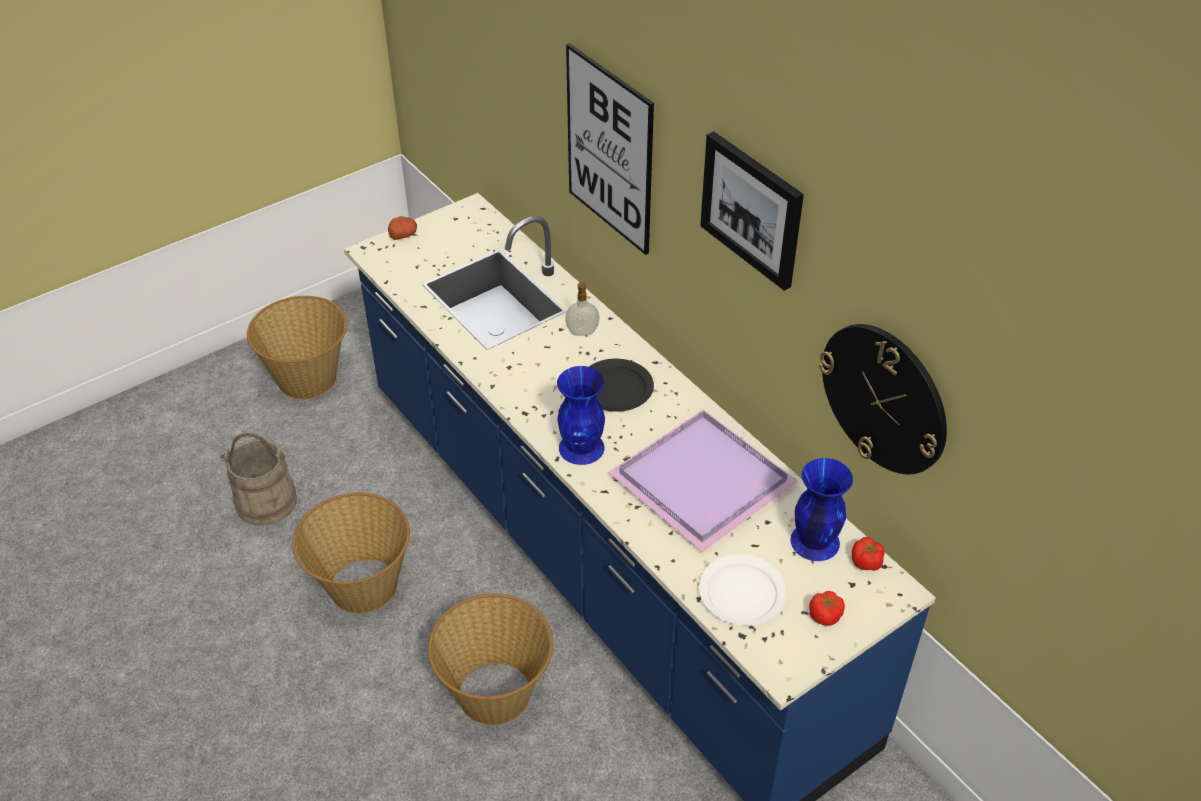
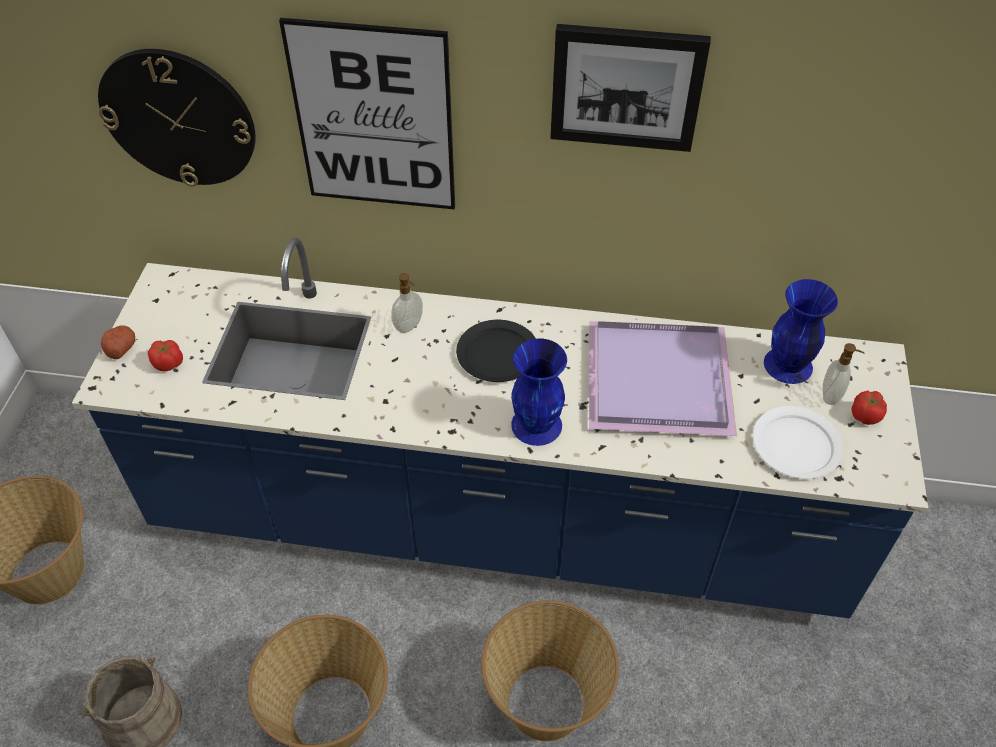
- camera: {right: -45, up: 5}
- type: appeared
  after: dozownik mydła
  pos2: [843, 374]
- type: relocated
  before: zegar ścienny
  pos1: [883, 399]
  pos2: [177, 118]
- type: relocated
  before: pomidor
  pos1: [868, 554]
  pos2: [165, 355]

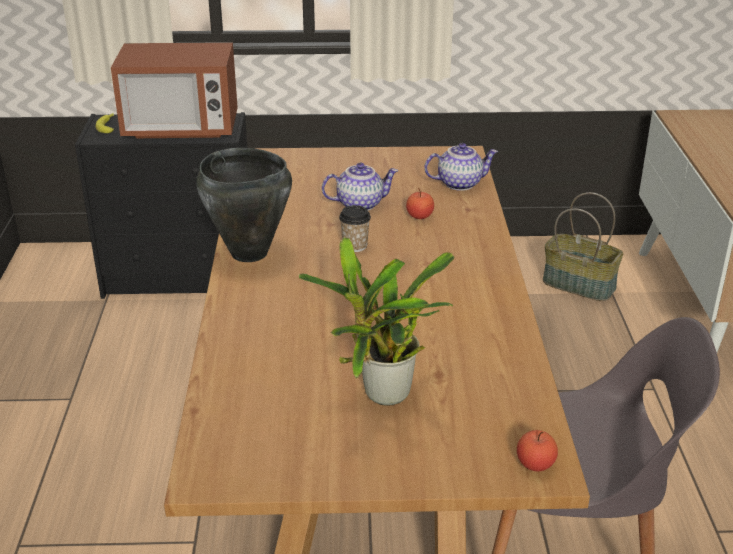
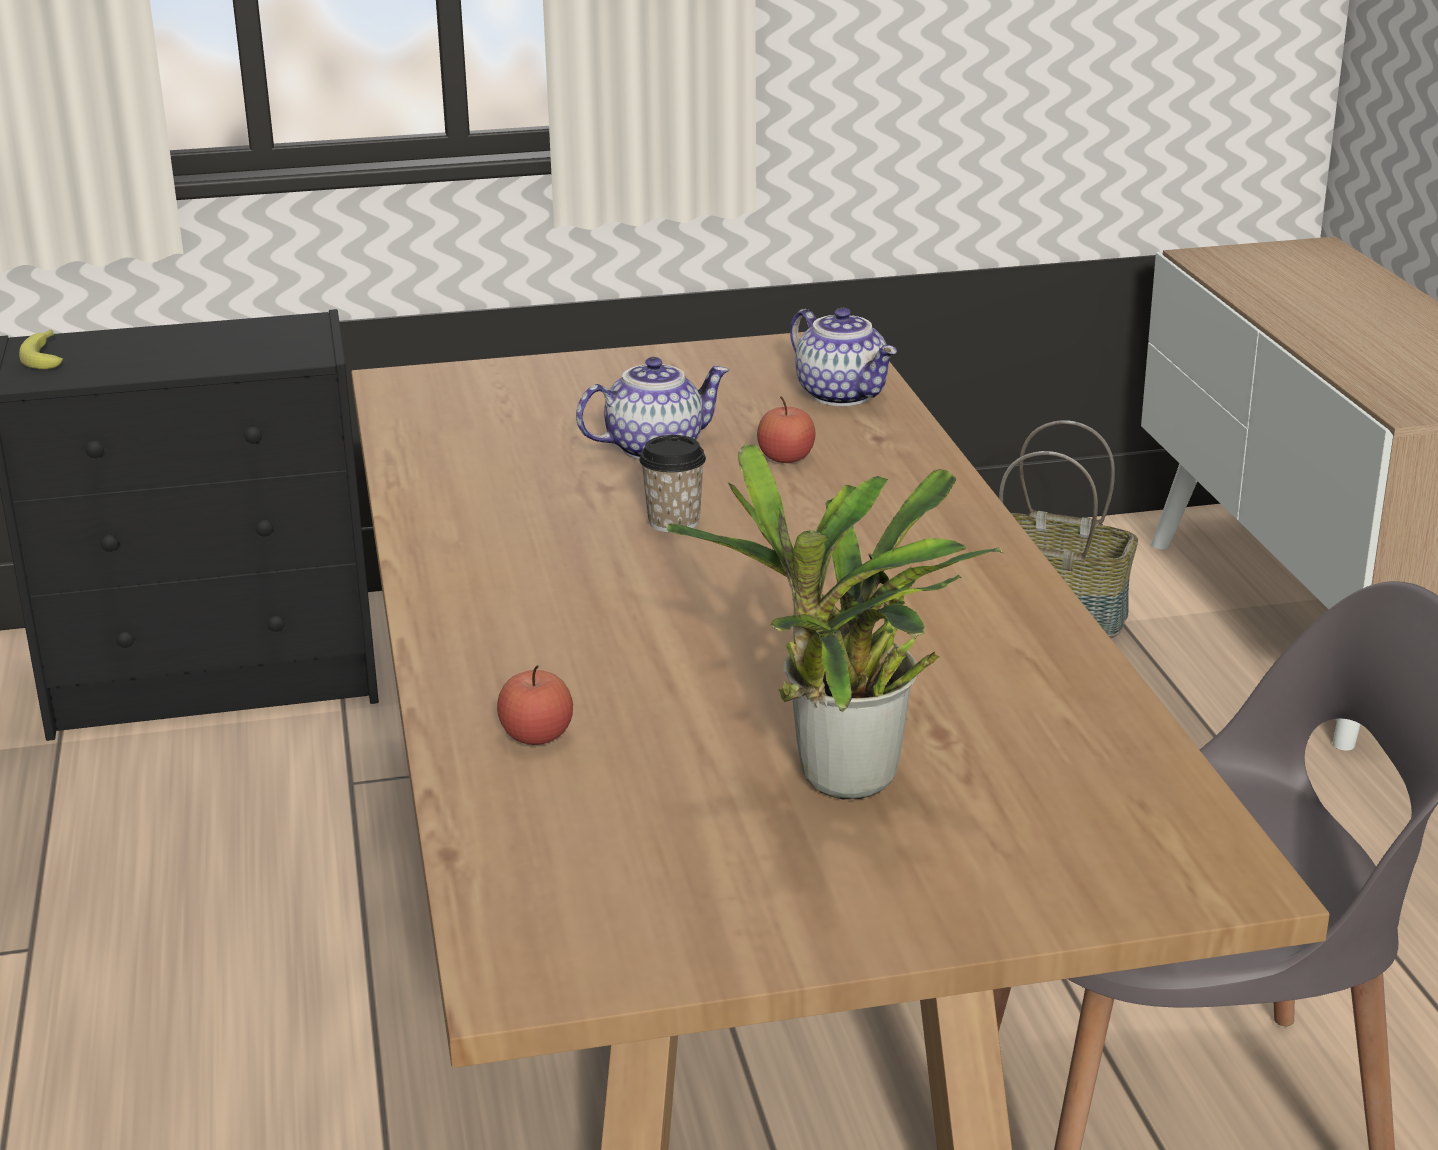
- camera: {right: -10, up: -5}
- type: missing
  before: mikrofalówka
  pos1: [174, 90]
- type: missing
  before: garnek (czarny)
  pos1: [244, 205]
- type: relocated
  before: jabłko
  pos1: [537, 450]
  pos2: [535, 705]
- type: spun
  before: imbryk
  pos1: [461, 167]
  pos2: [843, 357]
  turn: 75

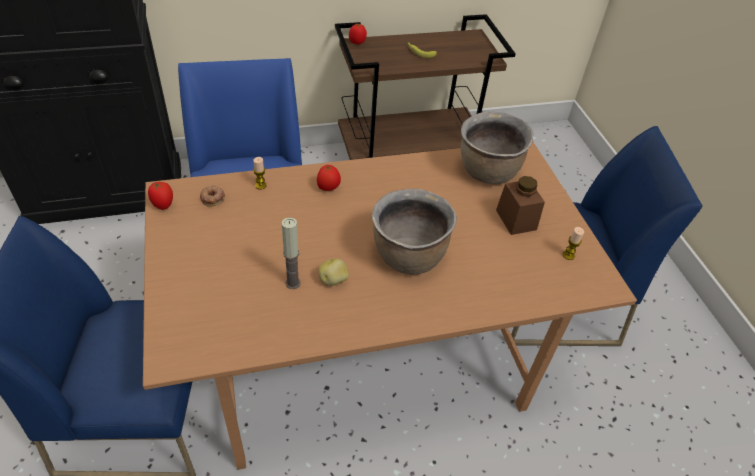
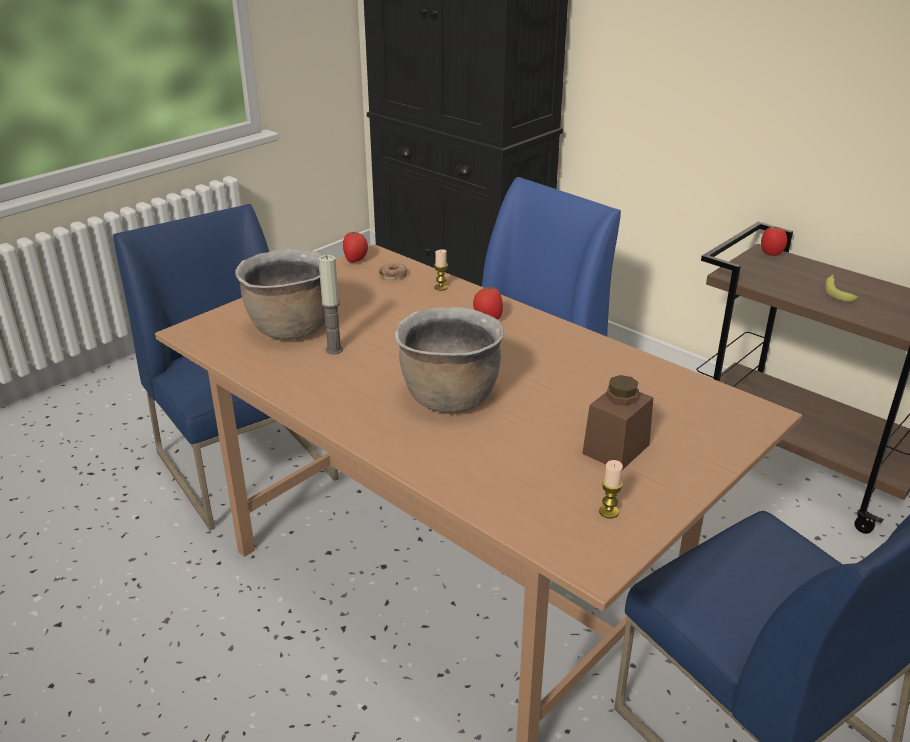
- camera: {right: 60, up: -15}
- type: missing
  before: ziemniak
  pos1: [334, 272]
- type: relocated
  before: garnek (brązowy)
  pos1: [497, 148]
  pos2: [280, 294]

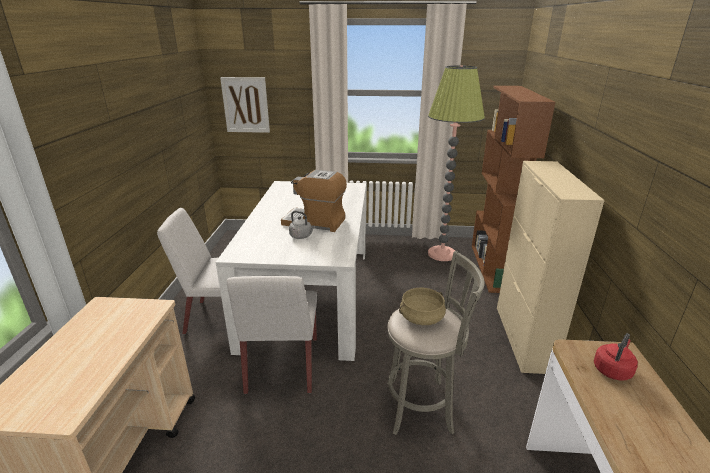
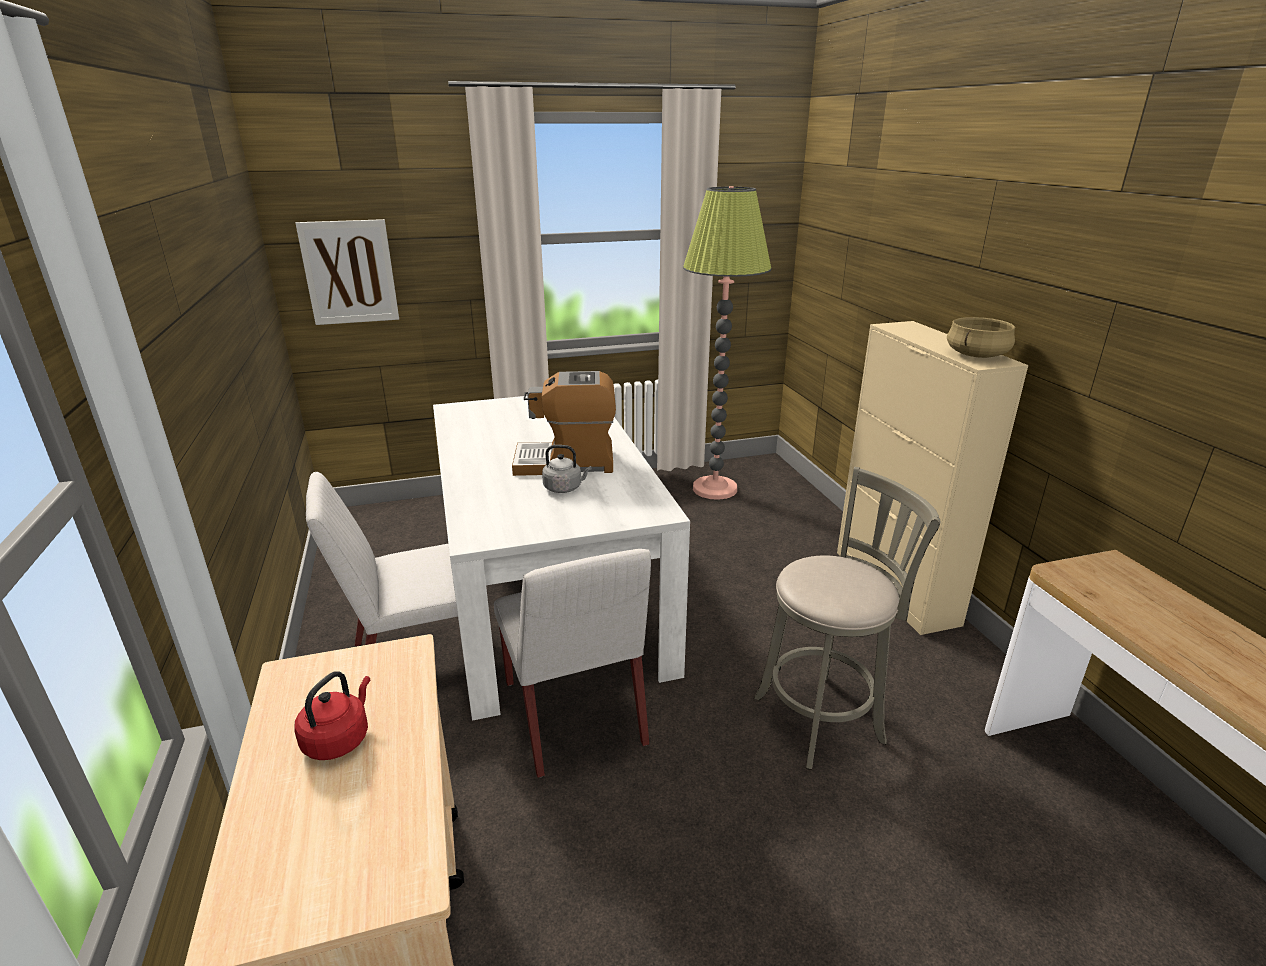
- camera: {right: -20, up: 0}
- type: missing
  before: regał (brązowy)
  pos1: [513, 189]
- type: relocated
  before: garnek (beżowy)
  pos1: [422, 306]
  pos2: [981, 337]
- type: relocated
  before: czajnik (czerwony)
  pos1: [616, 356]
  pos2: [332, 715]

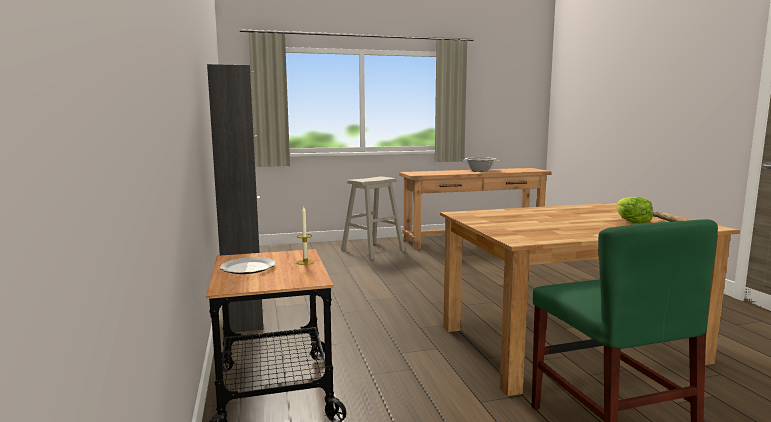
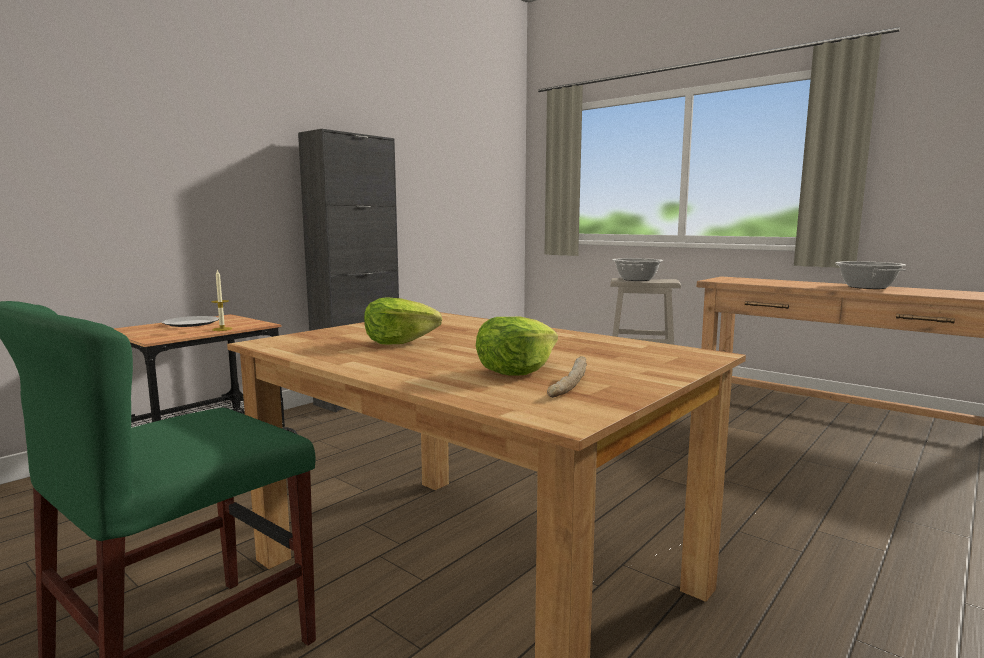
- camera: {right: 55, up: 0}
- type: appeared
  after: sałata
  pos2: [403, 321]
- type: appeared
  after: garnek
  pos2: [638, 269]

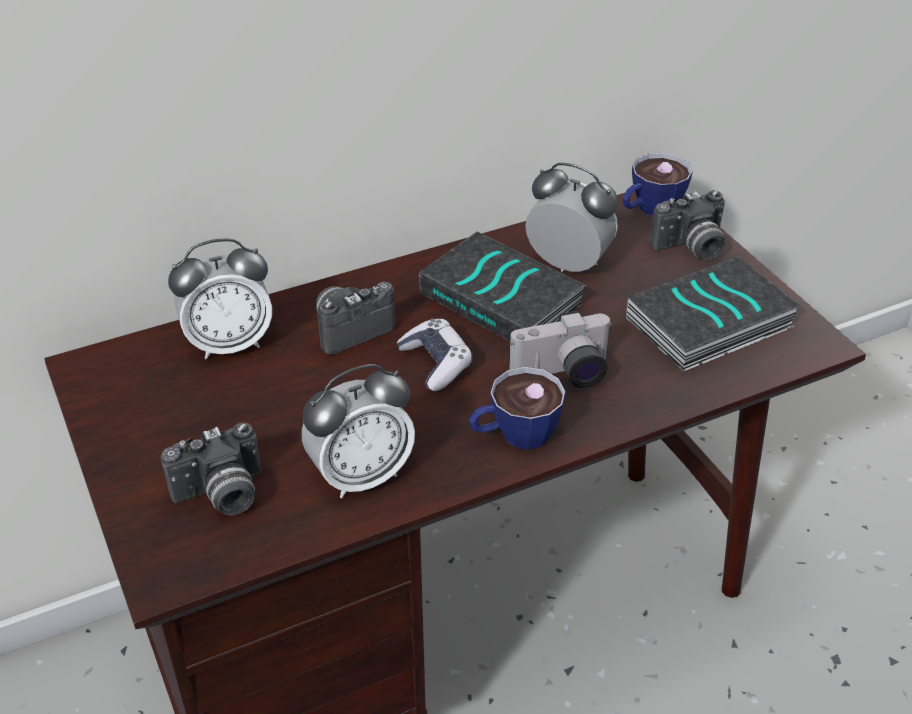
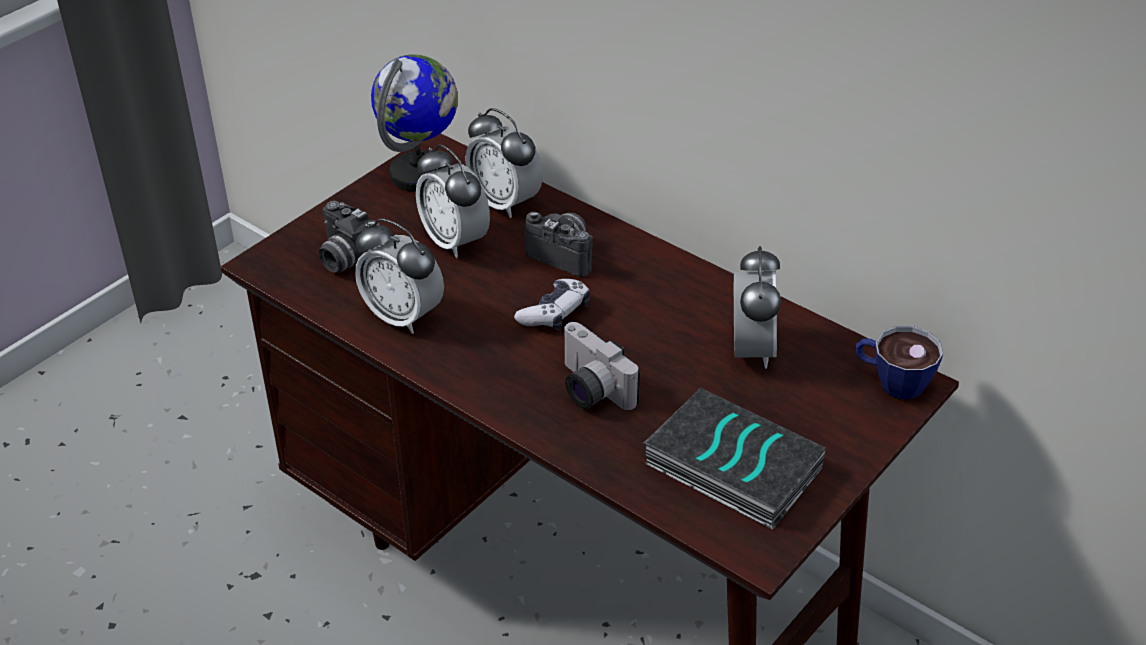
- camera: {right: 65, up: 0}
- type: missing
  before: książka
  pos1: [502, 286]
- type: missing
  before: filiżanka
  pos1: [517, 408]
- type: missing
  before: aparat fotograficzny
  pos1: [687, 225]
- type: appeared
  after: globus
  pos2: [414, 123]
- type: appeared
  after: budzik
  pos2: [453, 201]

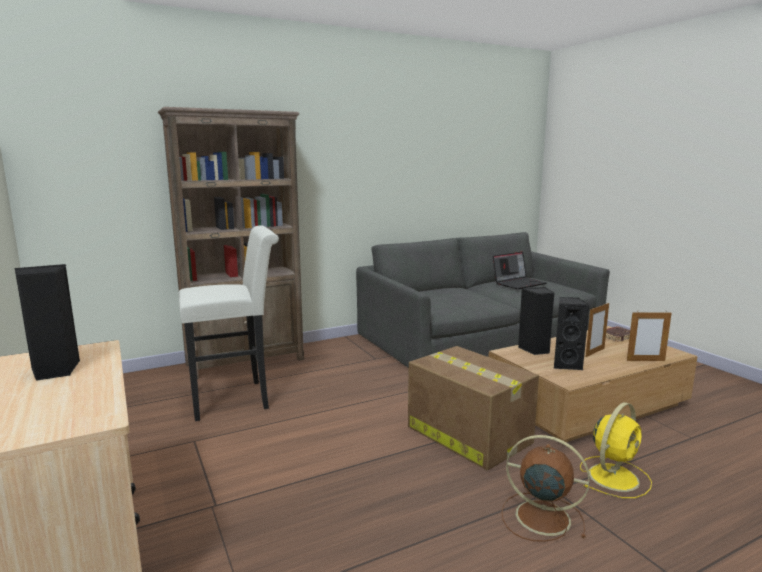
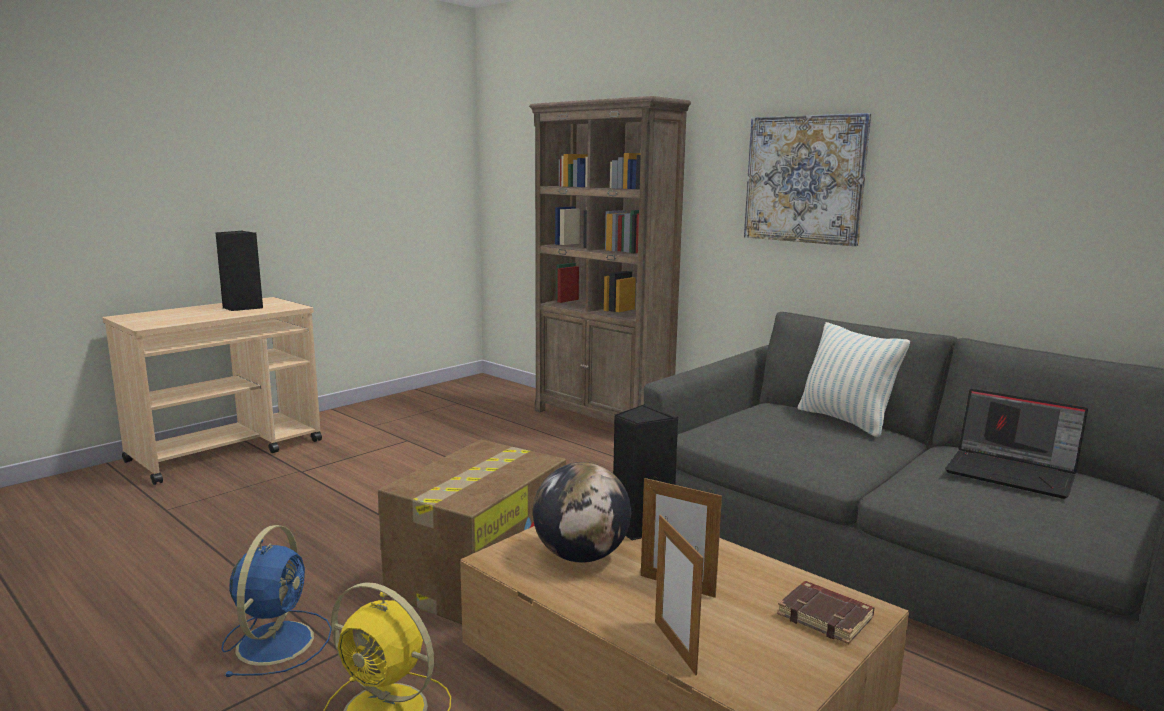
- camera: {right: 70, up: 0}
- type: missing
  before: stołek (biały)
  pos1: [229, 323]
- type: appeared
  after: obraz
  pos2: [807, 179]
- type: appeared
  after: poduszka
  pos2: [854, 379]
- type: exchanged
  before: głośnik (czarny)
  after: globus
  pos1: [572, 334]
  pos2: [582, 512]
- type: colour
  before: wentylator (brązowy)
  after: wentylator (niebieski)
  pos1: [546, 488]
  pos2: [276, 601]

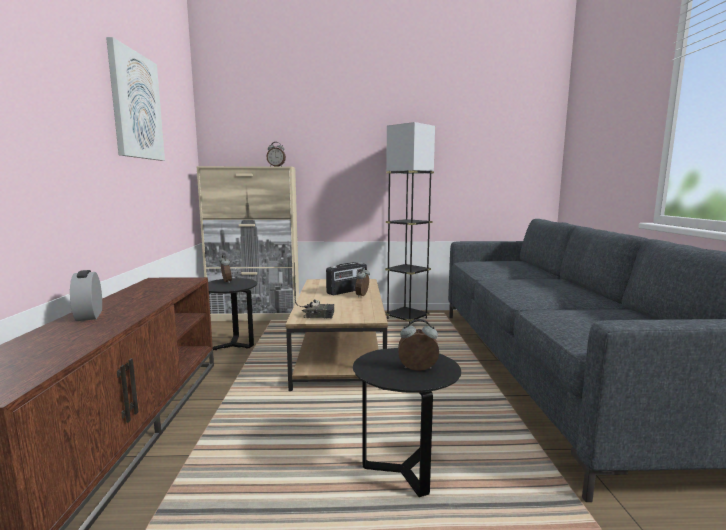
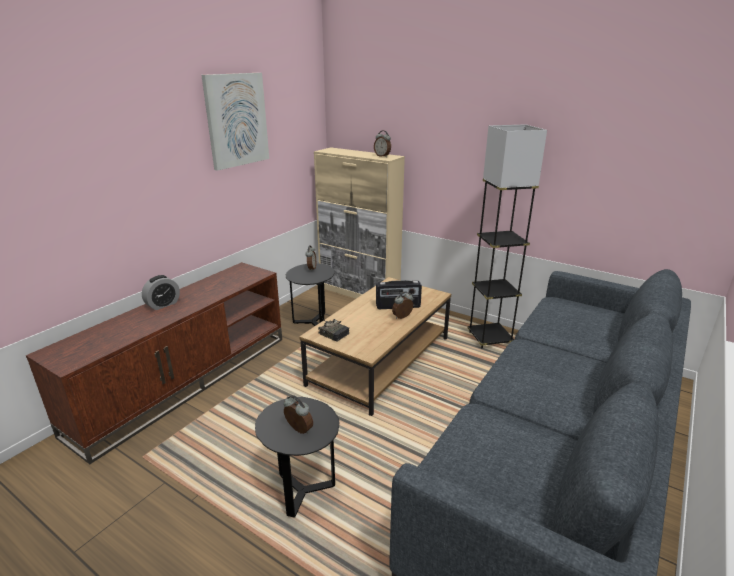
- camera: {right: 35, up: 15}
- type: spun
  before: budzik
  pos1: [86, 295]
  pos2: [161, 292]
  turn: -150

